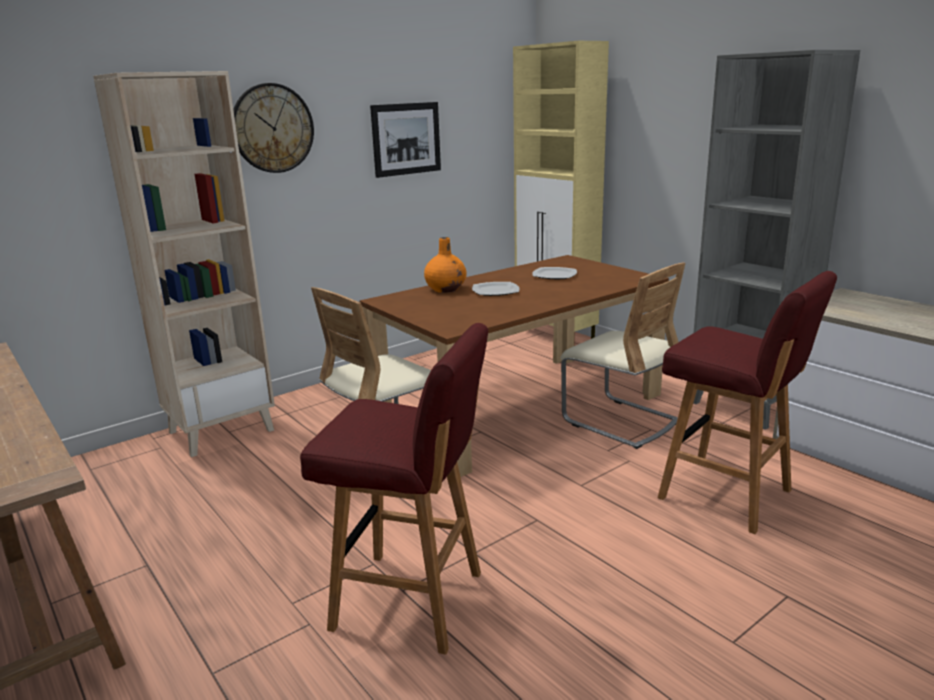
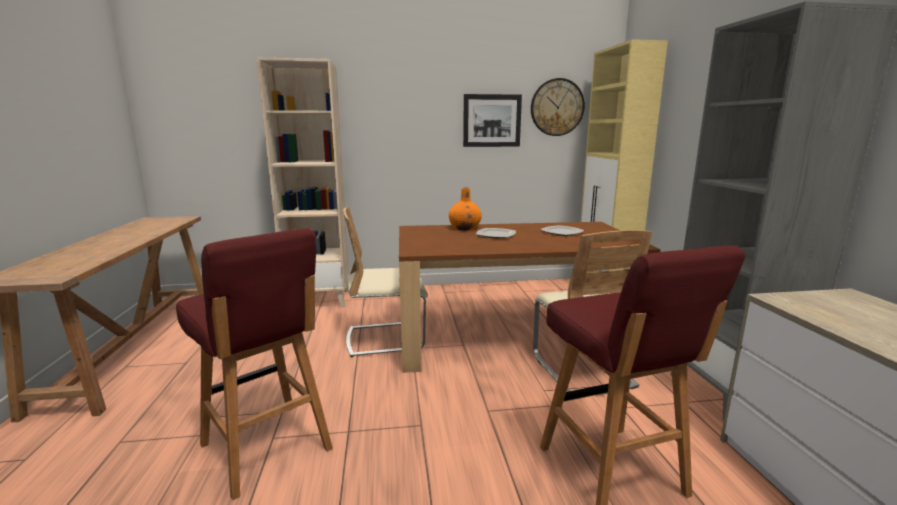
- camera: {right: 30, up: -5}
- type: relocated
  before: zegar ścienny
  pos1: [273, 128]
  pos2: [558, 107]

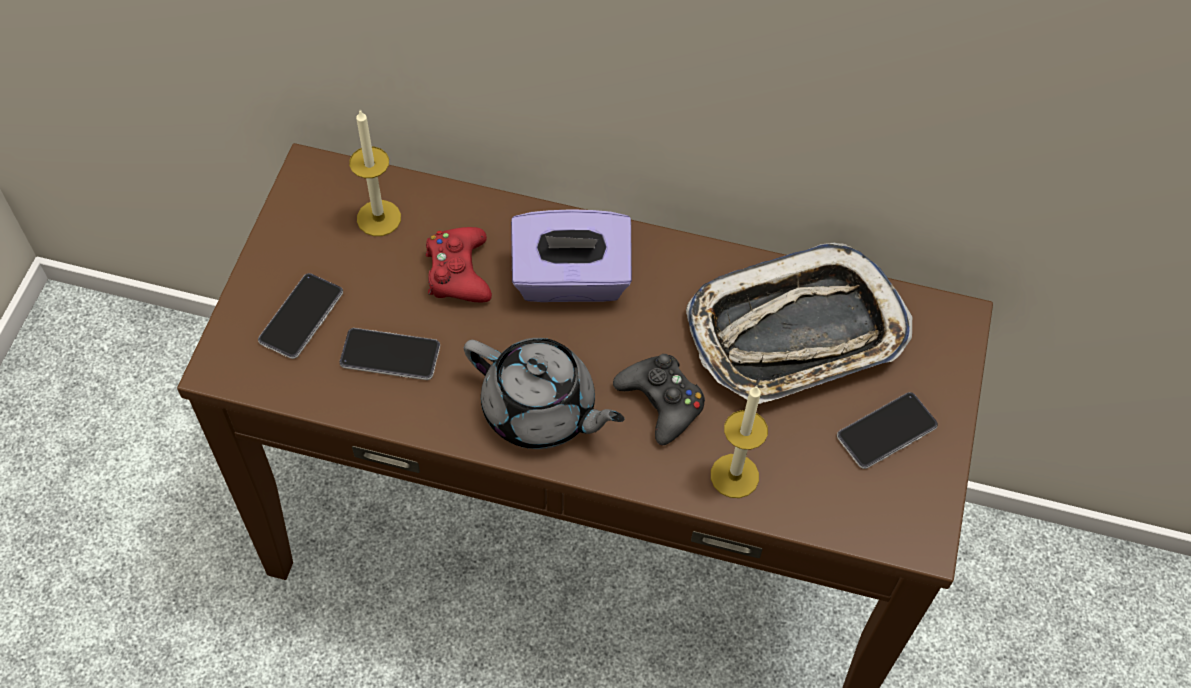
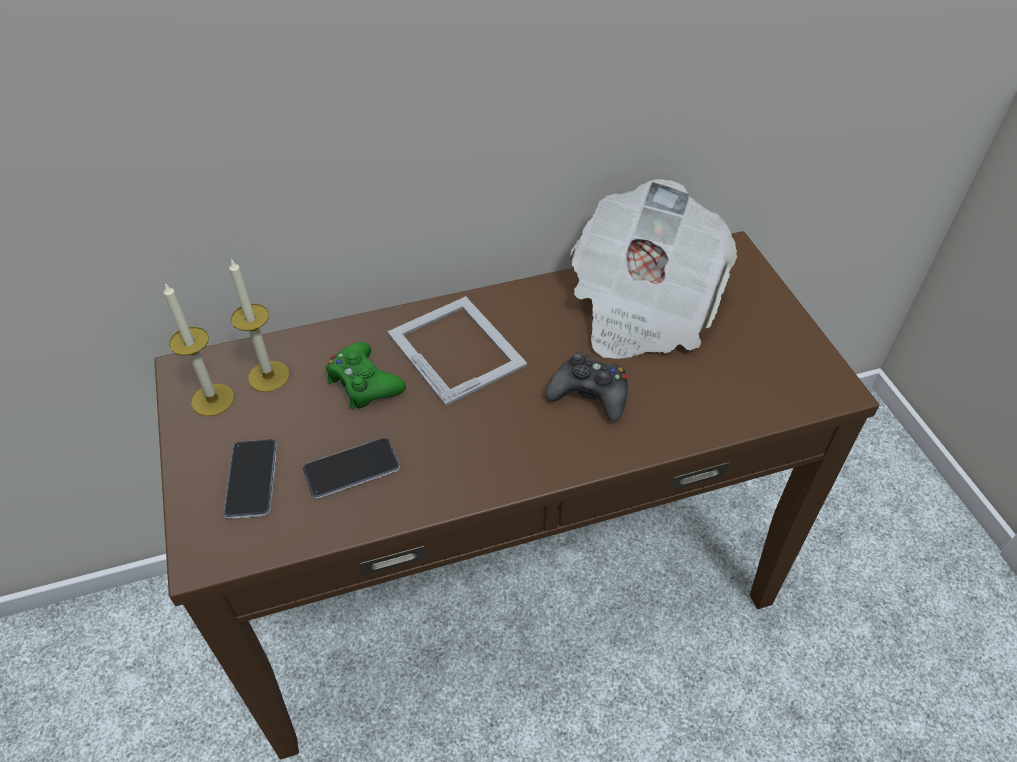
- camera: {right: -30, up: -10}
- type: missing
  before: imbryk (szary)
  pos1: [544, 393]
- type: missing
  before: telefon
  pos1: [887, 430]
- type: relocated
  before: świeca
  pos1: [739, 442]
  pos2: [199, 349]
- type: exchanged
  before: pudełko chusteczek (fioletowy)
  after: ramka na zdjęcie
  pos1: [571, 255]
  pos2: [457, 351]
- type: exchanged
  before: taca
  after: gazeta
  pos1: [799, 323]
  pos2: [653, 269]
- type: colour
  before: pad do gier (czerwony)
  after: pad do gier (zielony)
  pos1: [459, 265]
  pos2: [366, 375]

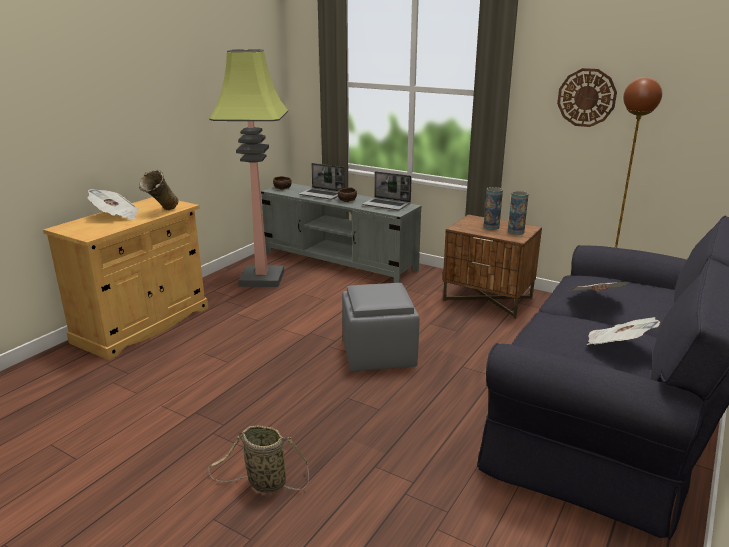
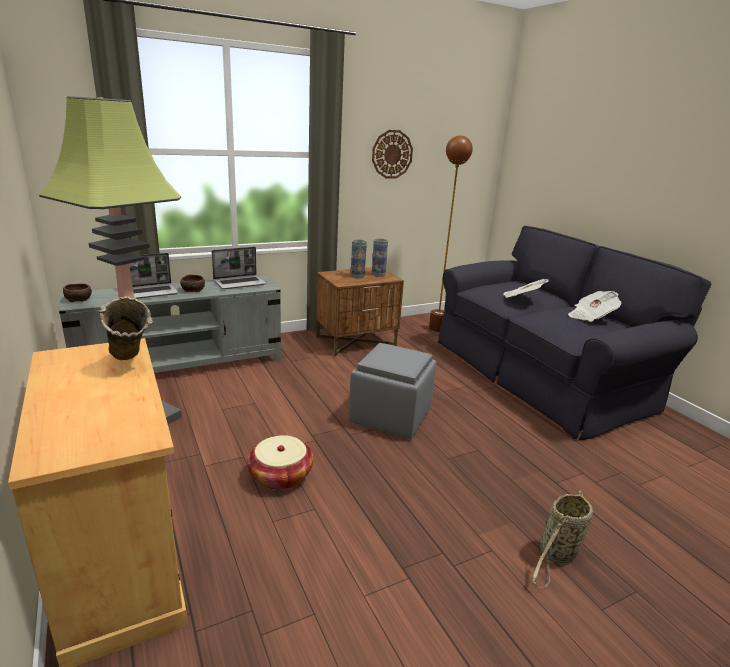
- camera: {right: -60, up: 0}
- type: missing
  before: gazeta
  pos1: [113, 204]
- type: appeared
  after: koszyk
  pos2: [280, 462]

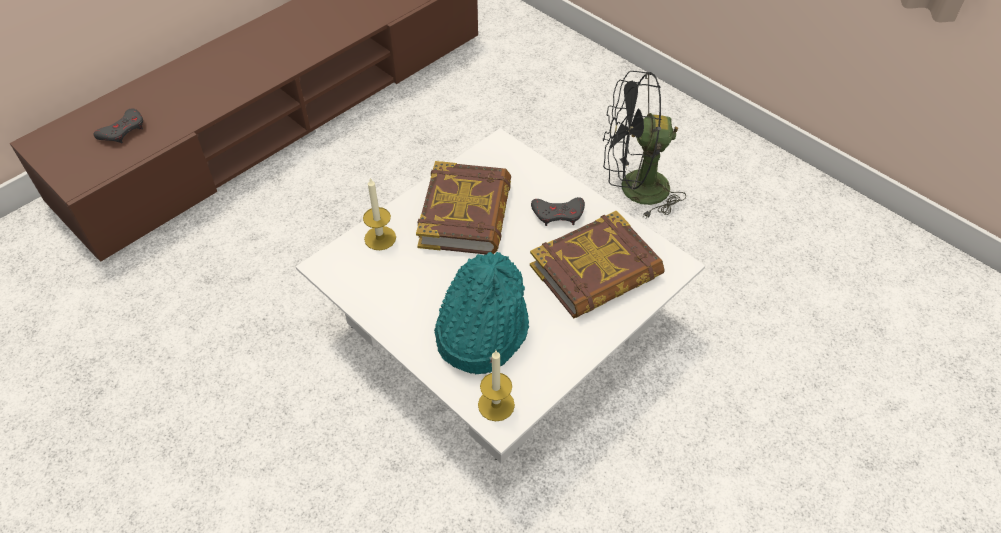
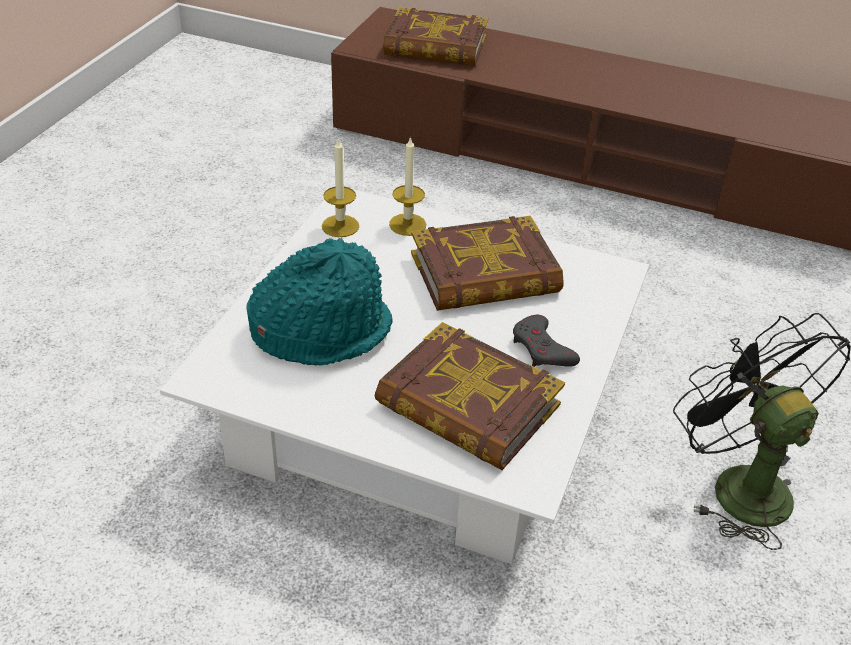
- camera: {right: 65, up: -10}
- type: relocated
  before: świeca
  pos1: [496, 386]
  pos2: [340, 187]
- type: exchanged
  before: pad do gier (szary)
  after: książka
  pos1: [118, 126]
  pos2: [435, 36]

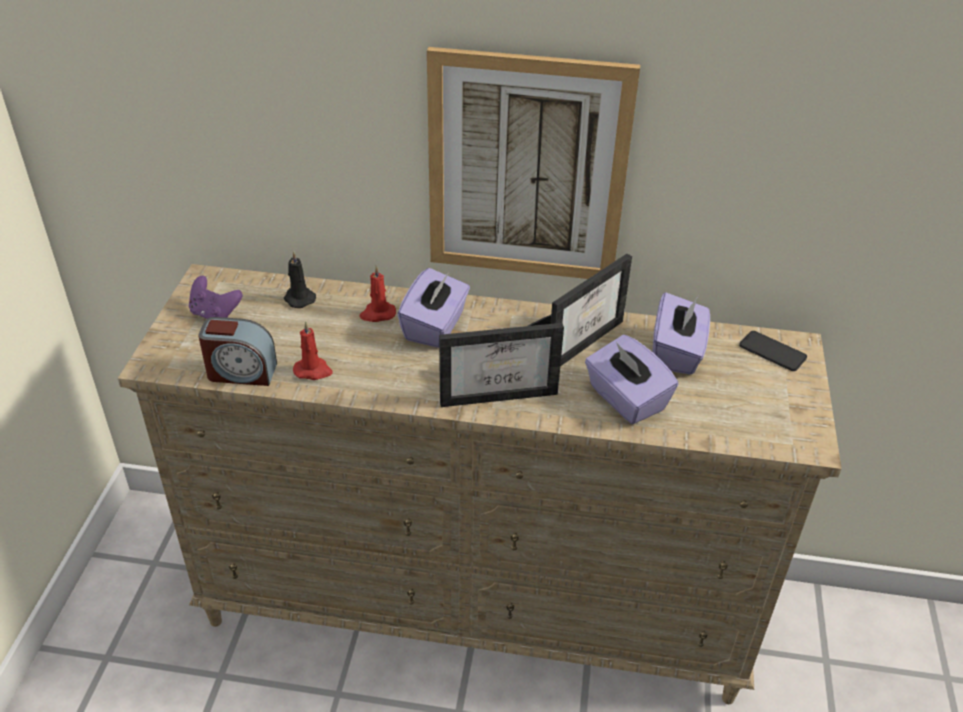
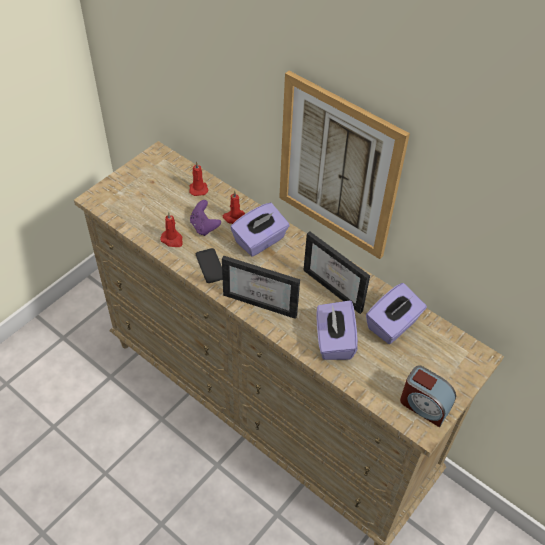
- camera: {right: 30, up: 10}
- type: relocated
  before: pad do gier (fioletowy)
  pos1: [215, 297]
  pos2: [205, 218]
- type: relocated
  before: budzik
  pos1: [237, 351]
  pos2: [428, 396]
- type: relocated
  before: telefon
  pos1: [773, 351]
  pos2: [209, 265]
- type: colour
  before: świeca (czarny)
  after: świeca (czerwony)
  pos1: [300, 279]
  pos2: [199, 178]
- type: spun
  before: ramka na zdjęcie
  pos1: [580, 310]
  pos2: [336, 273]
  turn: 60

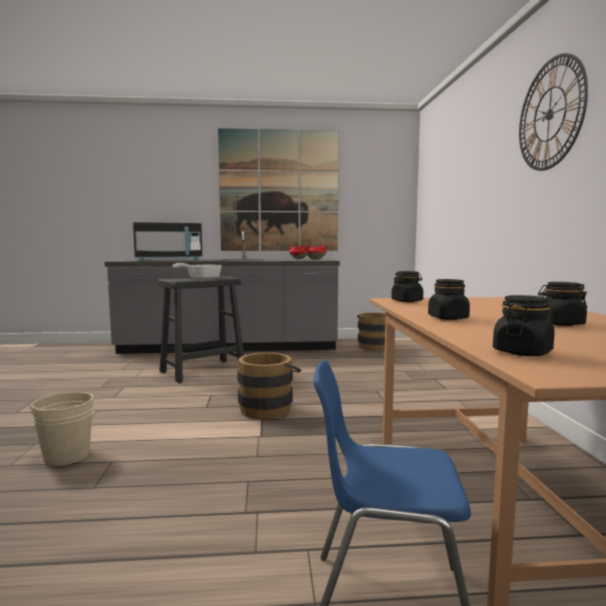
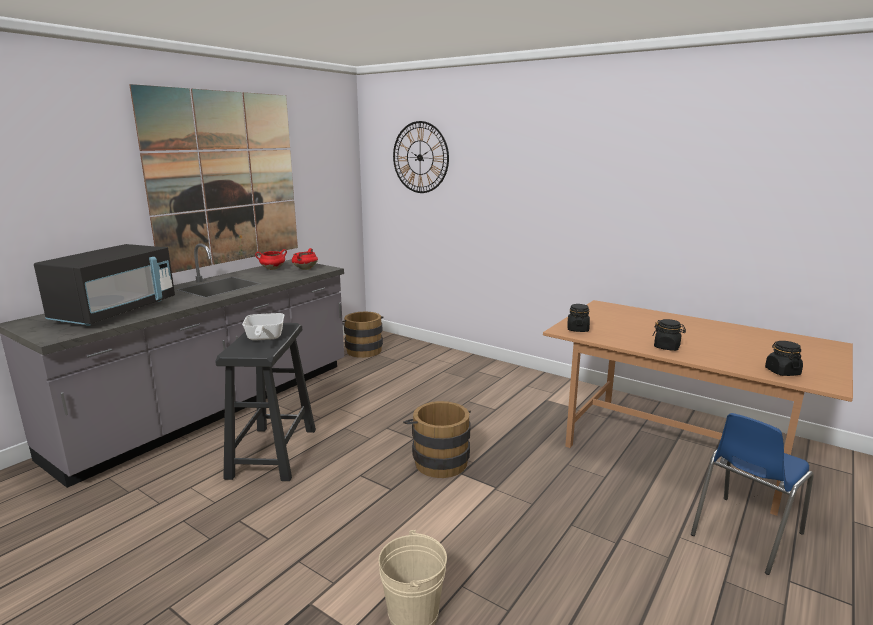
- camera: {right: -50, up: 10}
- type: missing
  before: słoik (czarny)
  pos1: [562, 304]
- type: relocated
  before: zegar ścienny
  pos1: [553, 112]
  pos2: [421, 157]

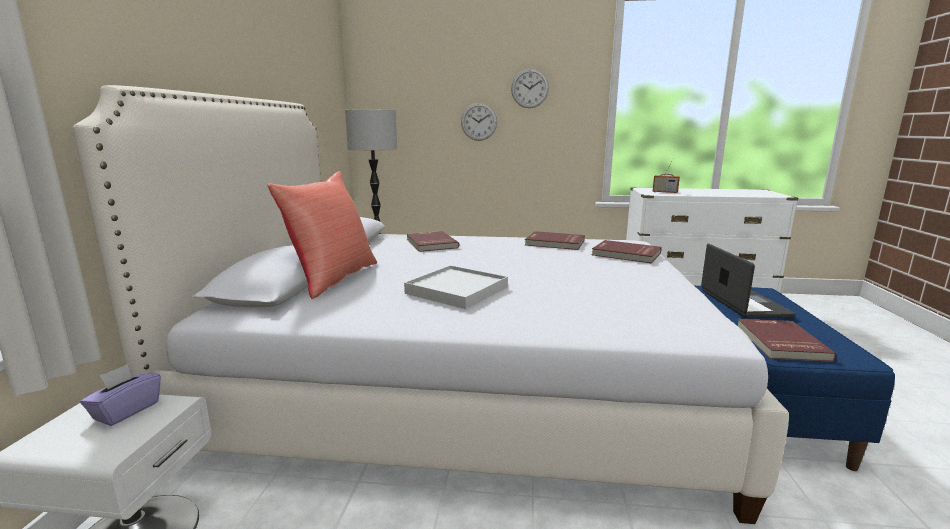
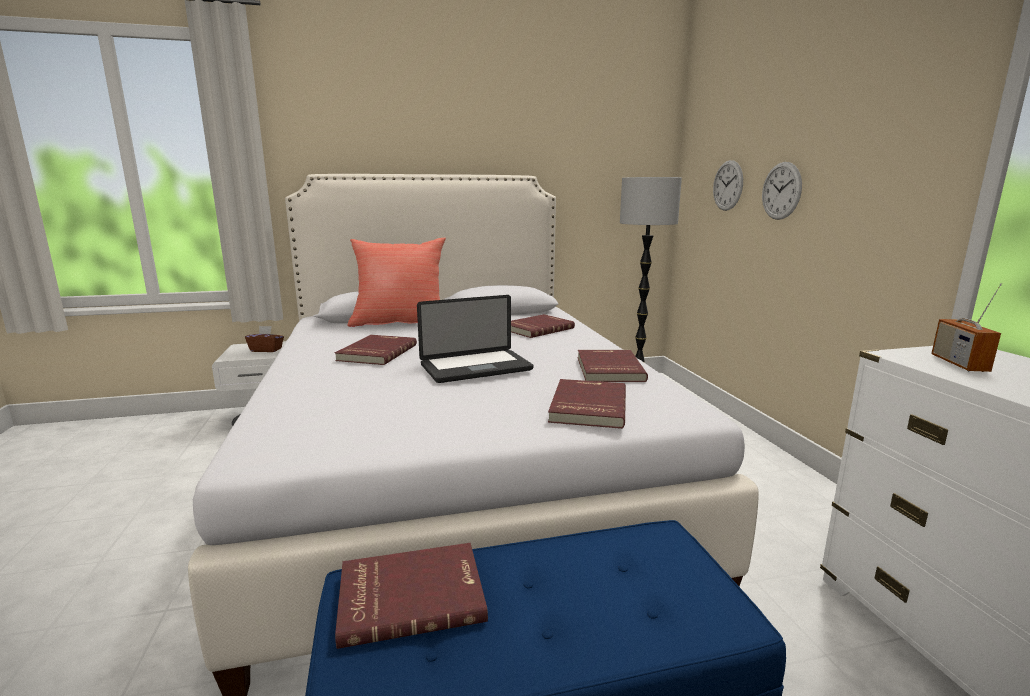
- camera: {right: 70, up: 0}
- type: relocated
  before: zegar ścienny
  pos1: [530, 88]
  pos2: [728, 185]
- type: relocated
  before: laptop
  pos1: [748, 281]
  pos2: [475, 339]
- type: exchanged
  before: taca (biały)
  after: książka (czerwony)
  pos1: [456, 287]
  pos2: [376, 350]
- type: colour
  before: pudełko chusteczek (fioletowy)
  after: pudełko chusteczek (brązowy)
  pos1: [120, 395]
  pos2: [264, 339]

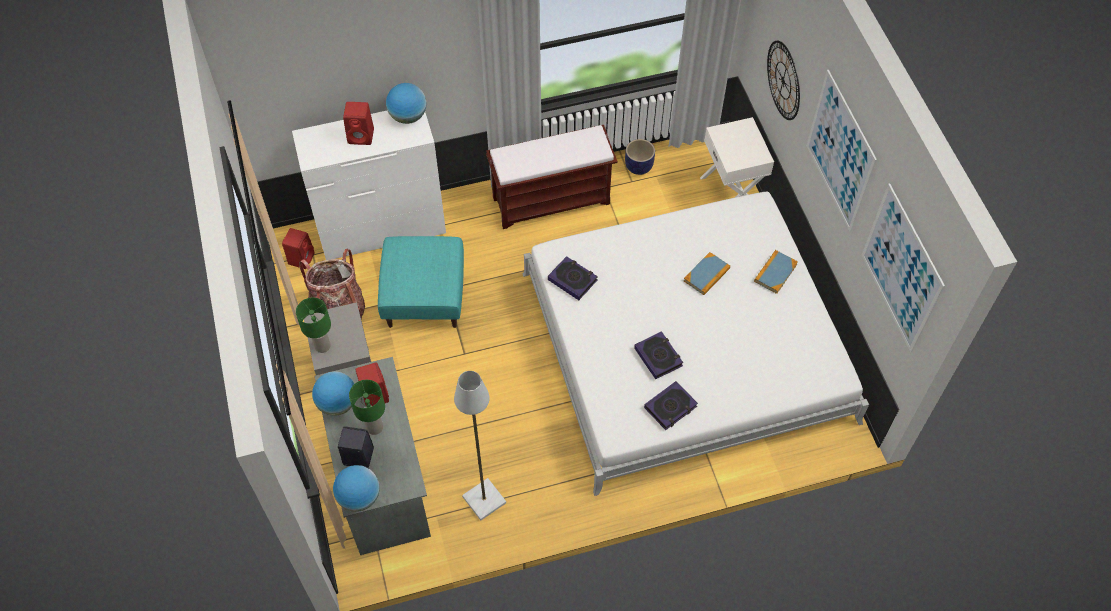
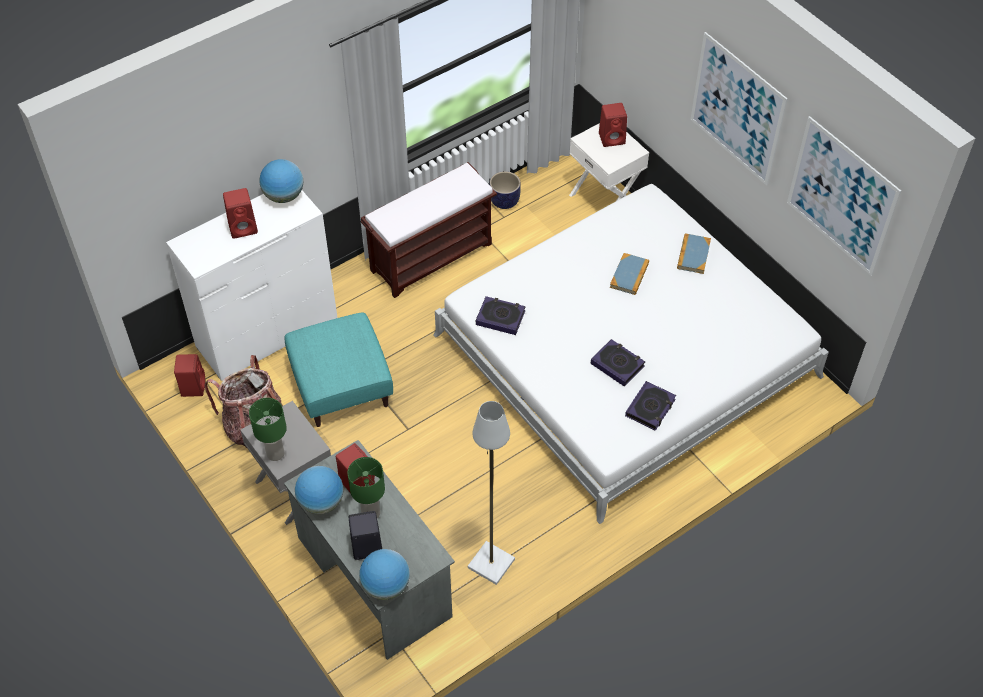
- camera: {right: -20, up: -5}
- type: missing
  before: zegar ścienny
  pos1: [783, 80]
- type: appeared
  after: głośnik (czerwony)
  pos2: [613, 125]

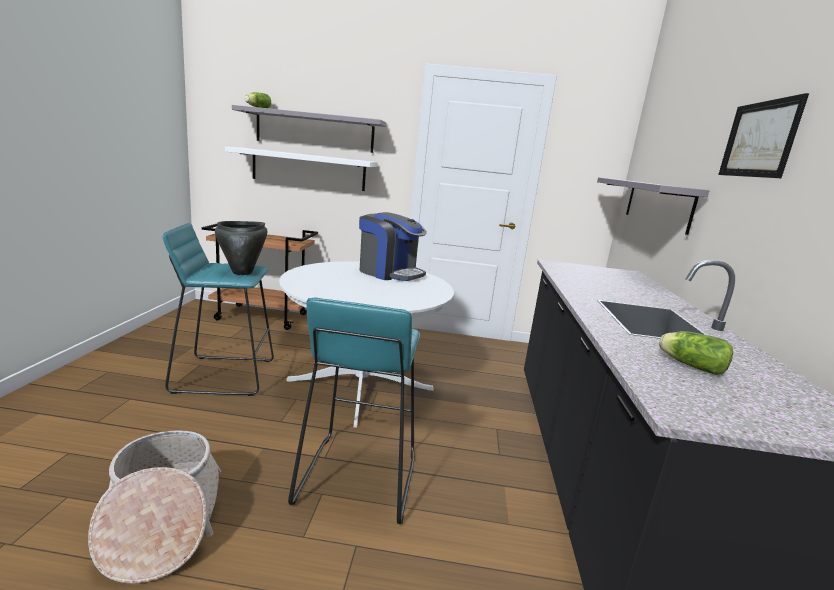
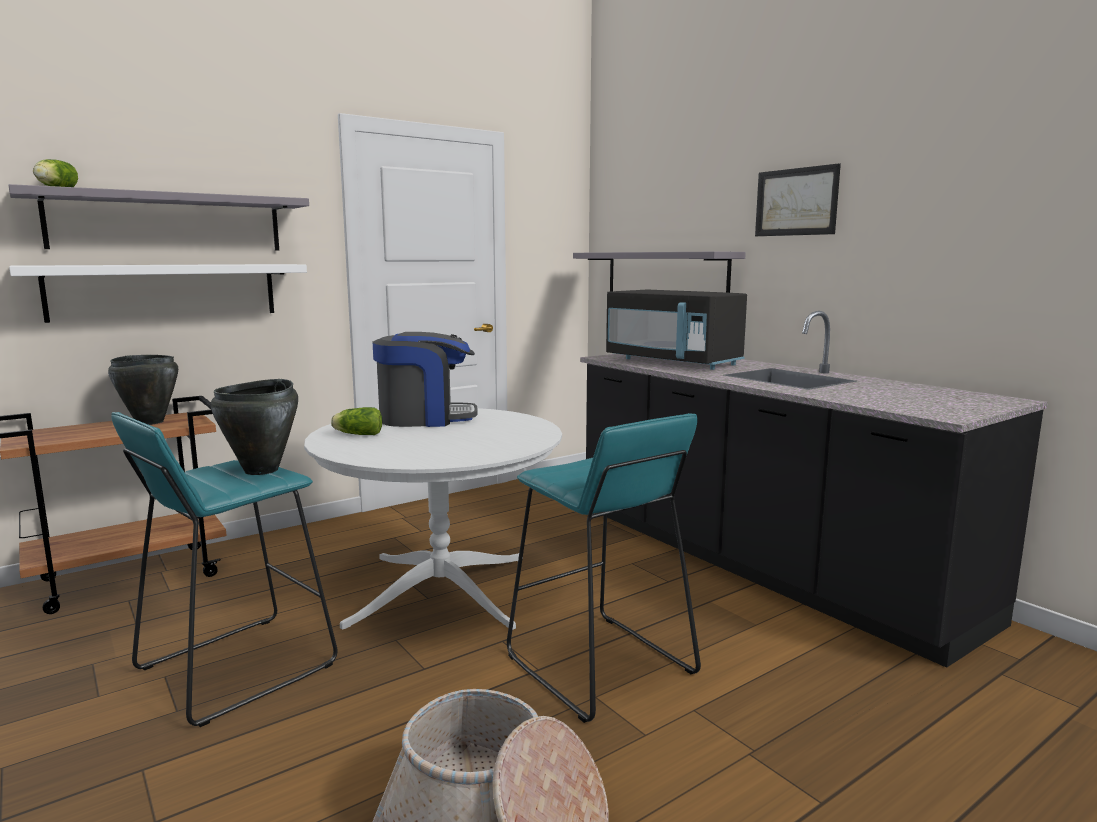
- camera: {right: -40, up: -5}
- type: appeared
  after: garnek (czarny)
  pos2: [143, 390]
- type: appeared
  after: mikrofalówka (czarny)
  pos2: [676, 330]
- type: relocated
  before: sałata
  pos1: [696, 353]
  pos2: [356, 421]

